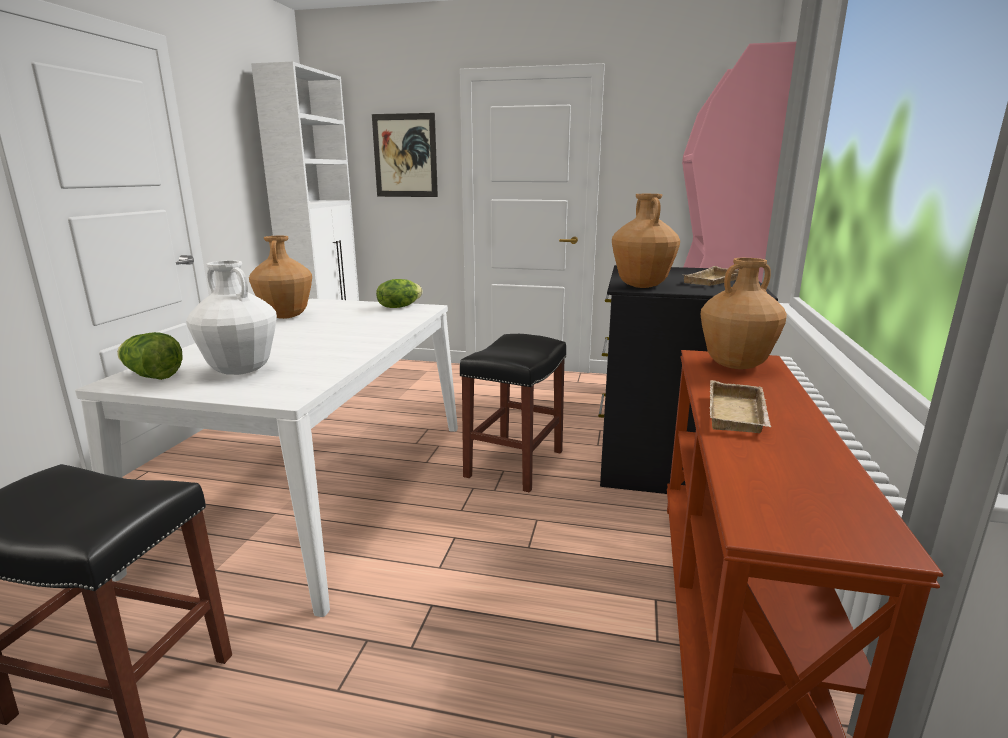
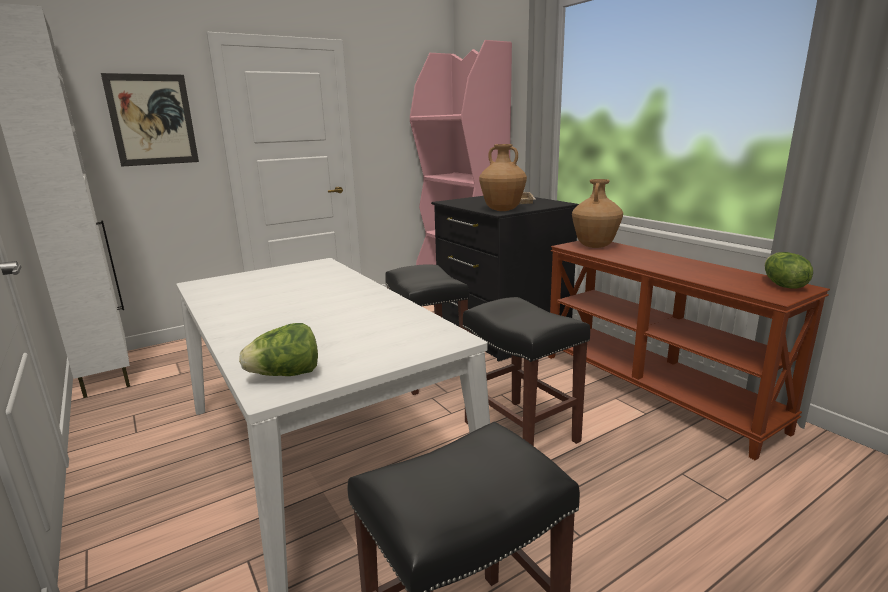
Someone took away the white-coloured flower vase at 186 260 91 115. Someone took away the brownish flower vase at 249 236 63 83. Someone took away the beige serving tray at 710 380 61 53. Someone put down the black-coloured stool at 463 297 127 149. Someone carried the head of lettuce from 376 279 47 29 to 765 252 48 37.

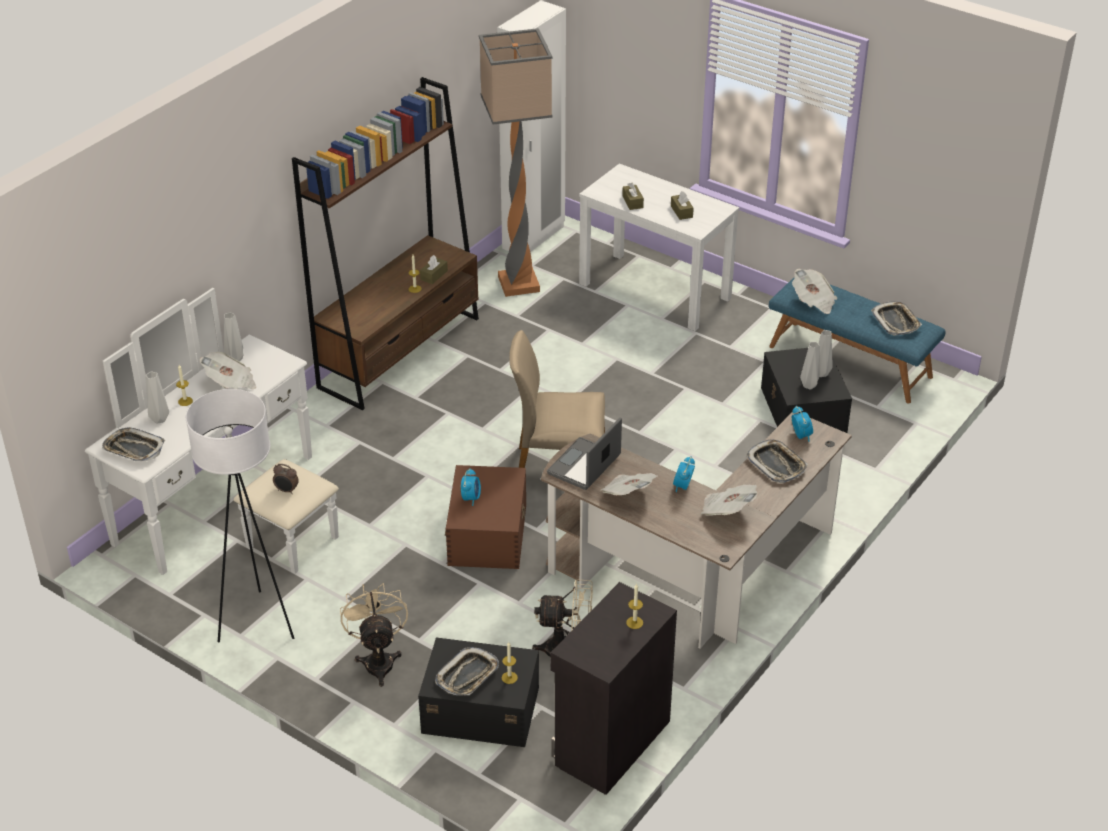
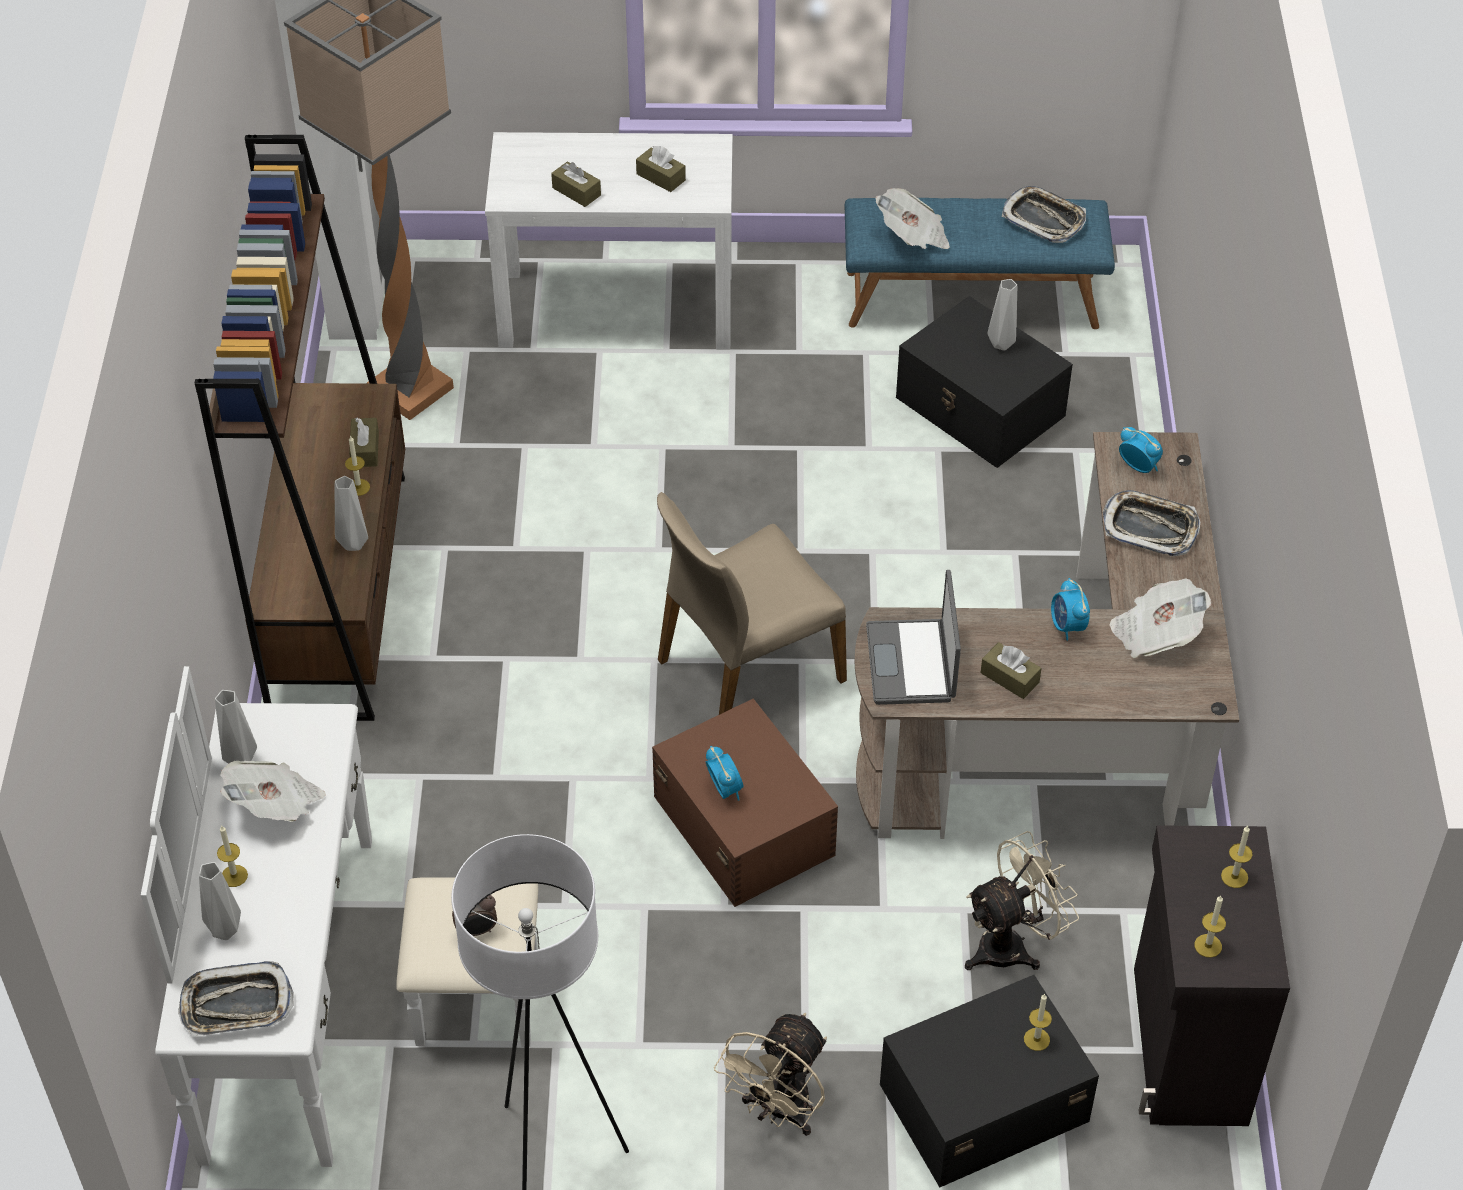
Someone took away the serving tray at 435 647 64 48. Someone put down the wax candle at 1194 896 32 62. Someone carried the greyish flower vase from 800 342 20 47 to 335 476 33 75. Someone swapped the printed paper at 600 473 57 22 for the brownish box of tissues at 981 642 60 57. Someone rotated the beige electric fan at 340 583 68 104 by 105 degrees counterclockwise.

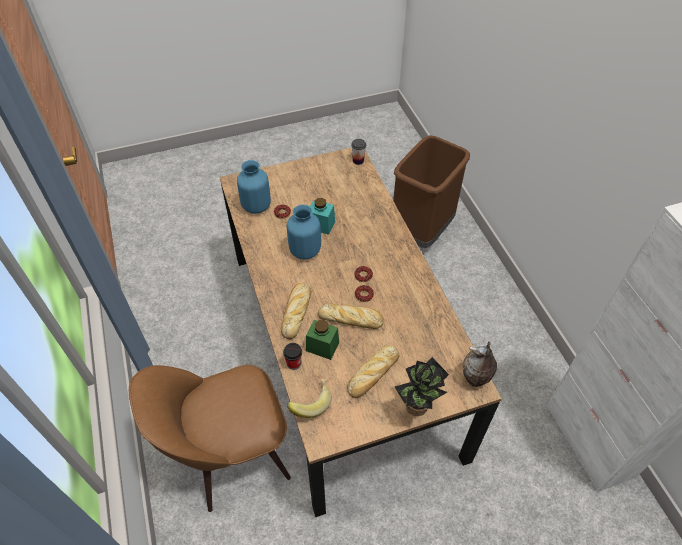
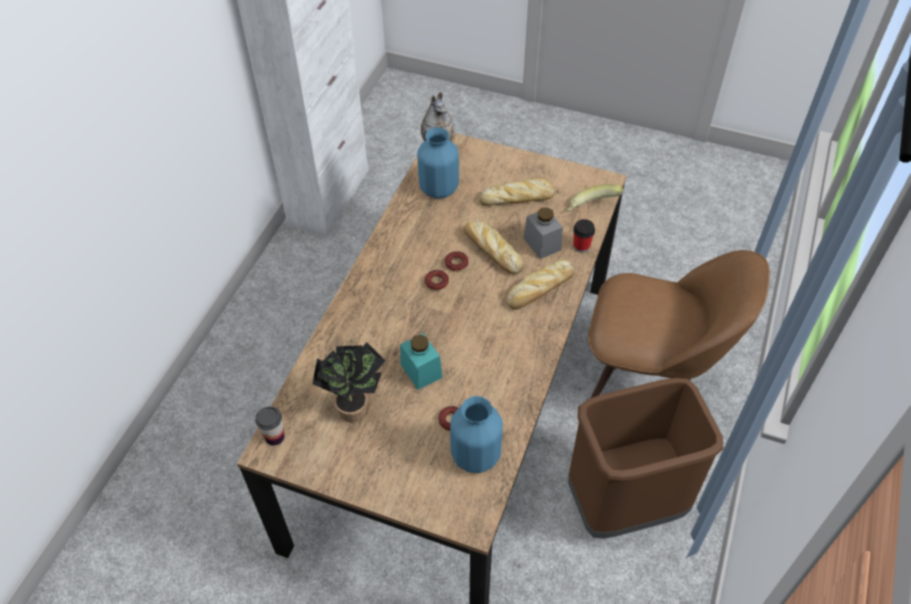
Someone carried the blue flower vase from 287 204 34 56 to 417 127 42 71. Someone carried the brownish trash can from 393 135 77 113 to 568 378 155 161. Someone carried the potted plant from 395 357 54 59 to 312 342 73 81. Someone repainted the greenish preserve jar at 306 320 33 40, which became the greyish preserve jar at 523 207 40 52.

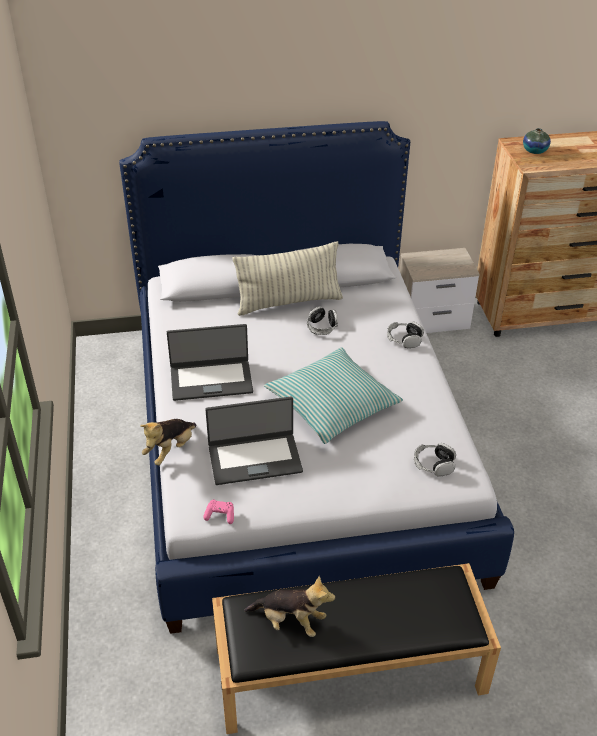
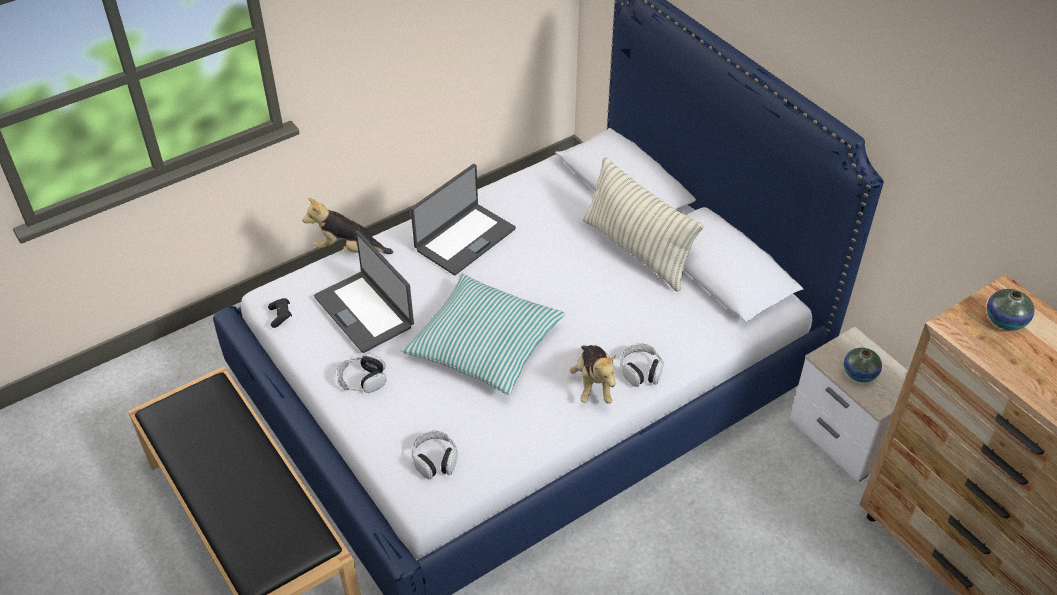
Someone put down the flower vase at 844 348 38 34. Someone carried the plush toy from 244 576 91 61 to 570 345 46 58. Someone carried the pair of headphones from 307 306 31 29 to 337 353 49 40. Someone repainted the pink game controller at 203 500 31 24, which became the black-coloured game controller at 268 298 24 30. Someone rotated the portable computer at 167 324 86 77 by 105 degrees counterclockwise.

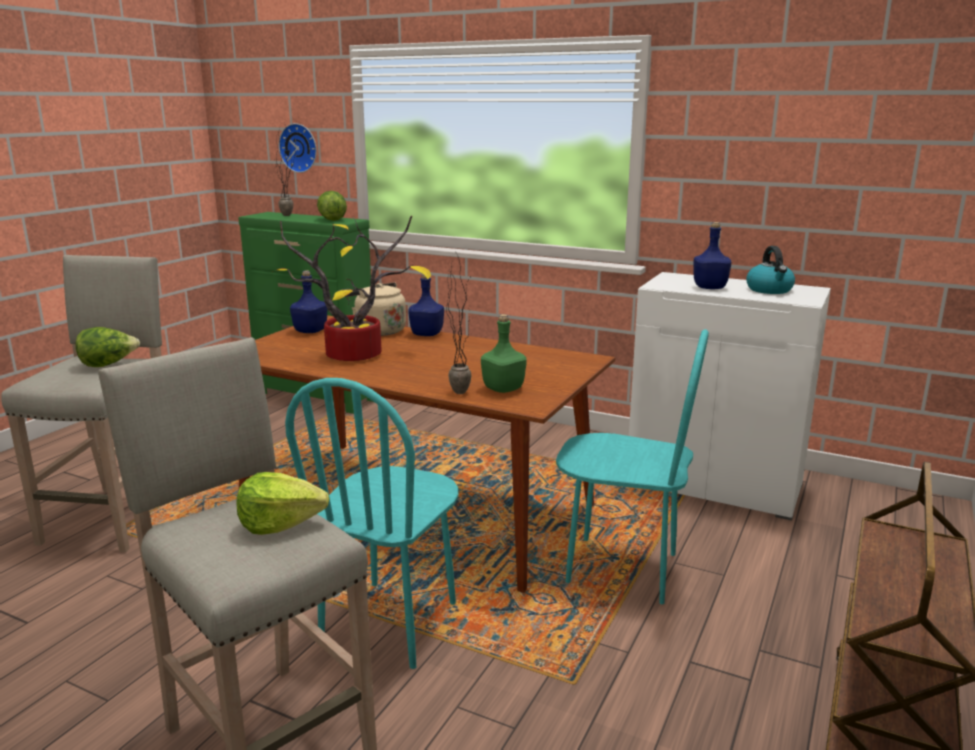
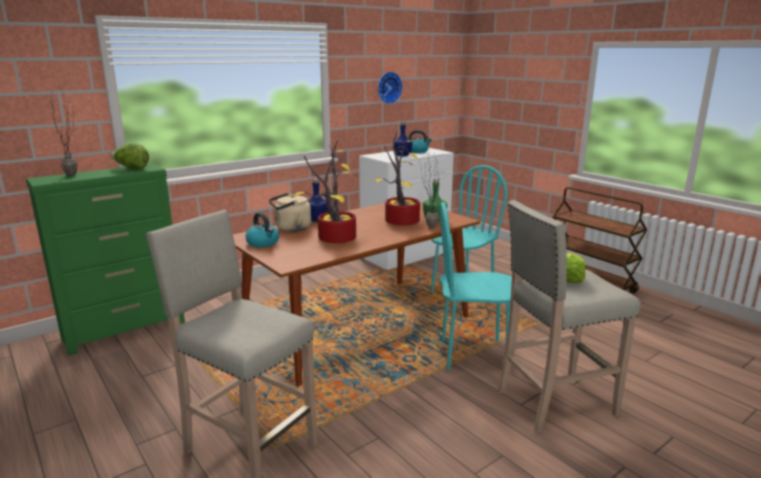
Someone took away the head of lettuce at 76 327 64 40. Someone put down the potted plant at 375 132 45 94. Someone carried the wall clock from 279 123 38 50 to 378 72 25 32. Someone swapped the blue drink bottle at 290 270 38 63 for the water kettle at 245 212 34 35. Someone rotated the blue-green chair at 285 378 173 291 by 135 degrees clockwise.

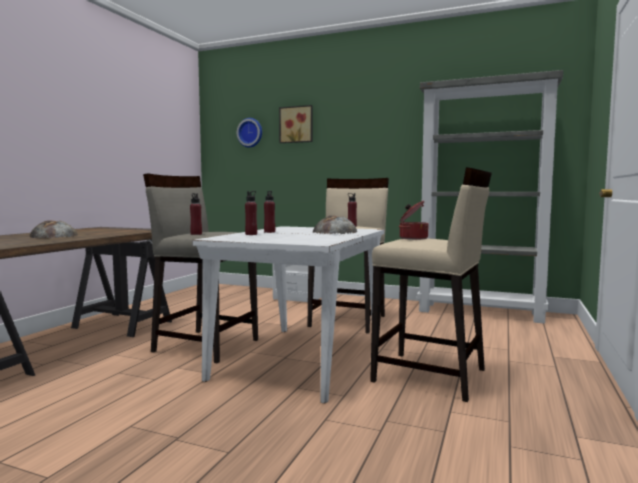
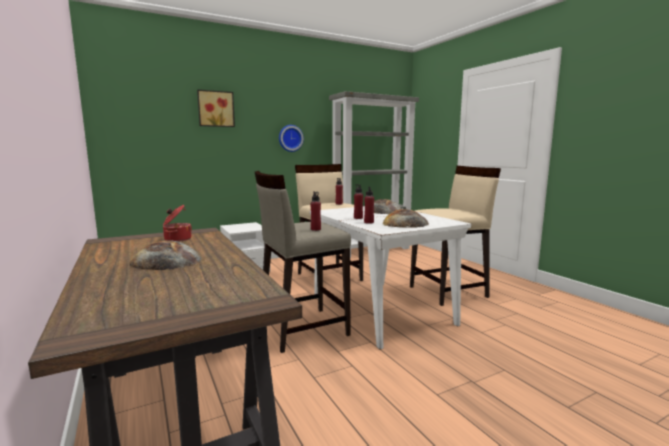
Someone put down the baked bread at 382 209 47 19. Someone carried the wall clock from 237 118 25 30 to 279 125 25 27. Someone carried the saucepot from 398 201 31 39 to 163 205 29 37.

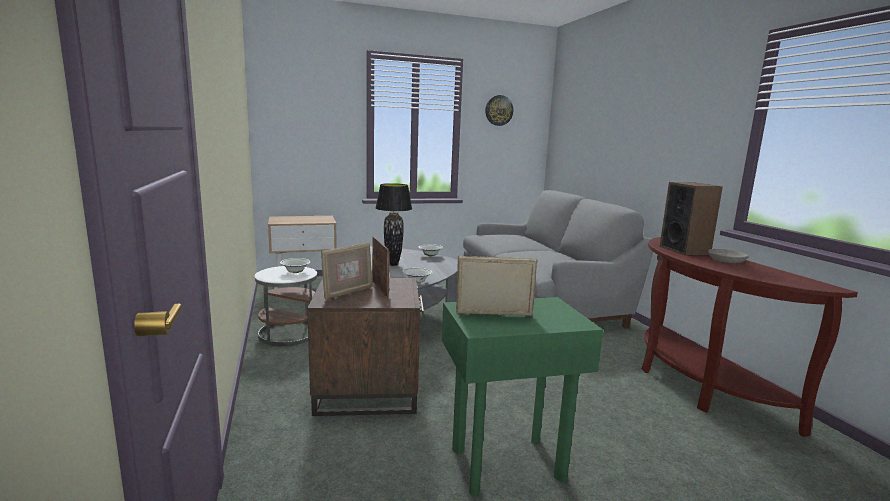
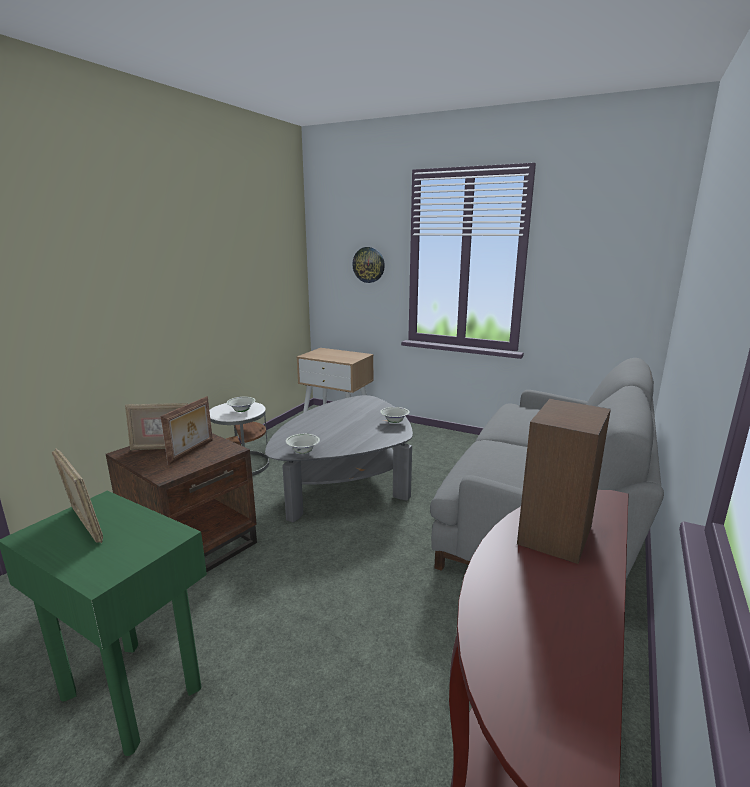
Someone took away the black-coloured table lamp at 375 183 37 83. Someone took away the greyish bowl at 708 249 41 14. Someone carried the wall clock from 485 95 28 31 to 352 247 33 36.

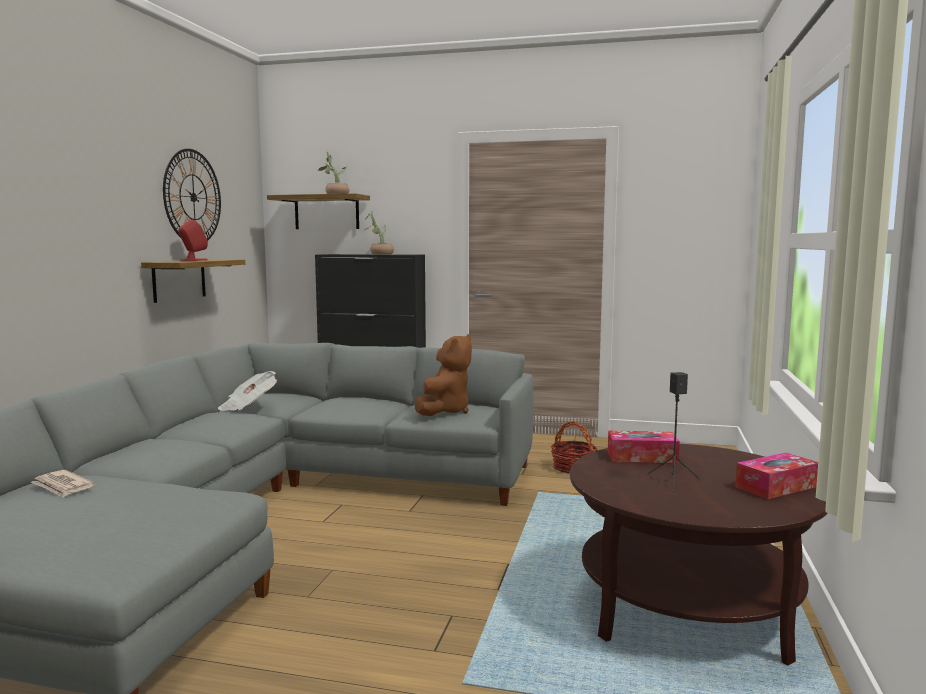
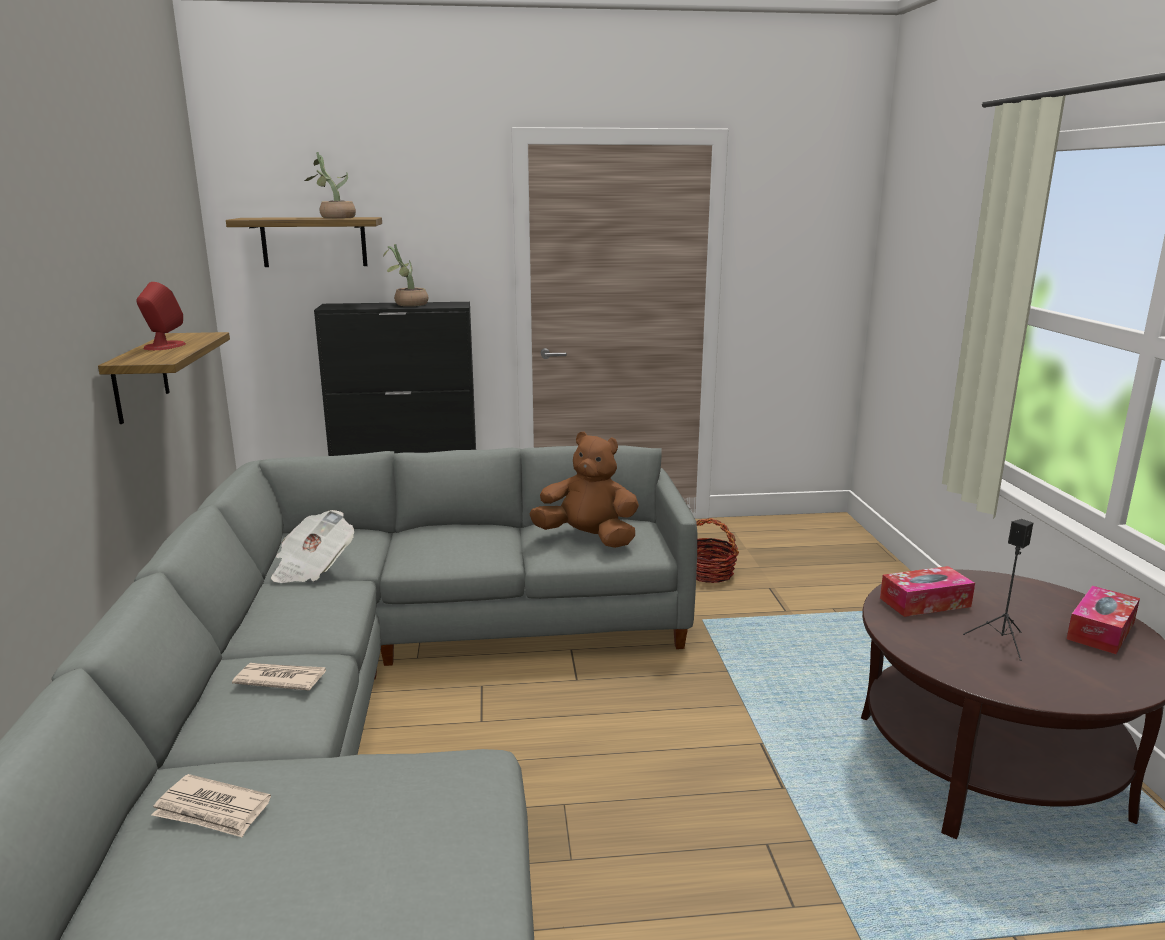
Someone took away the wall clock at 163 149 58 91. Someone put down the printed paper at 232 663 94 28. Someone rotated the brownish plush toy at 415 334 57 82 by 75 degrees counterclockwise.

